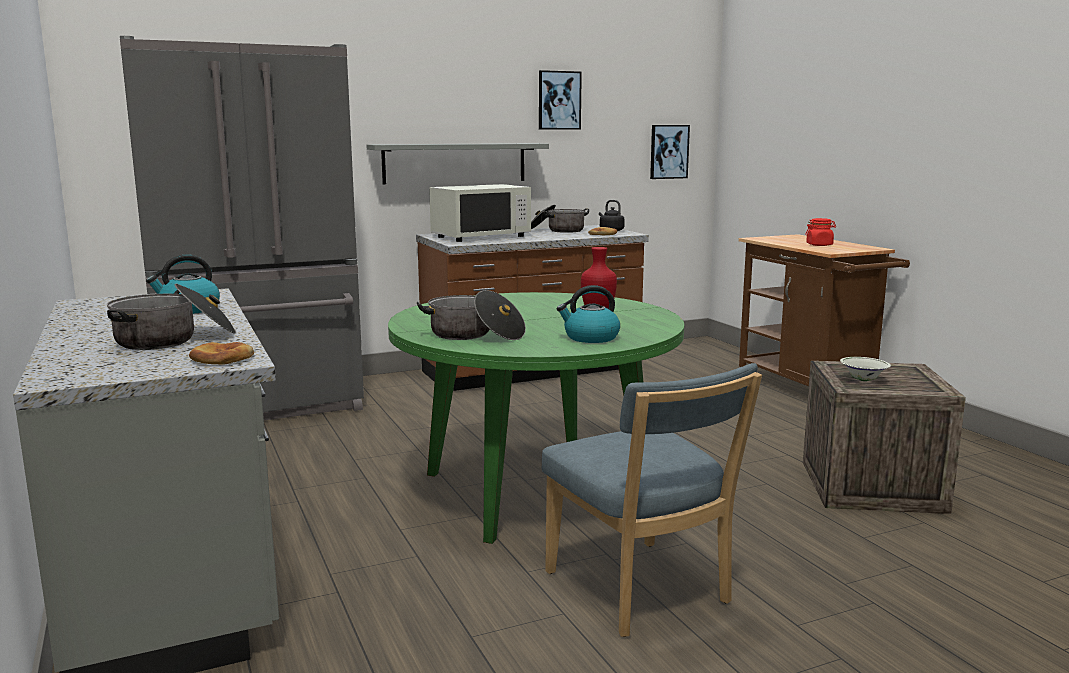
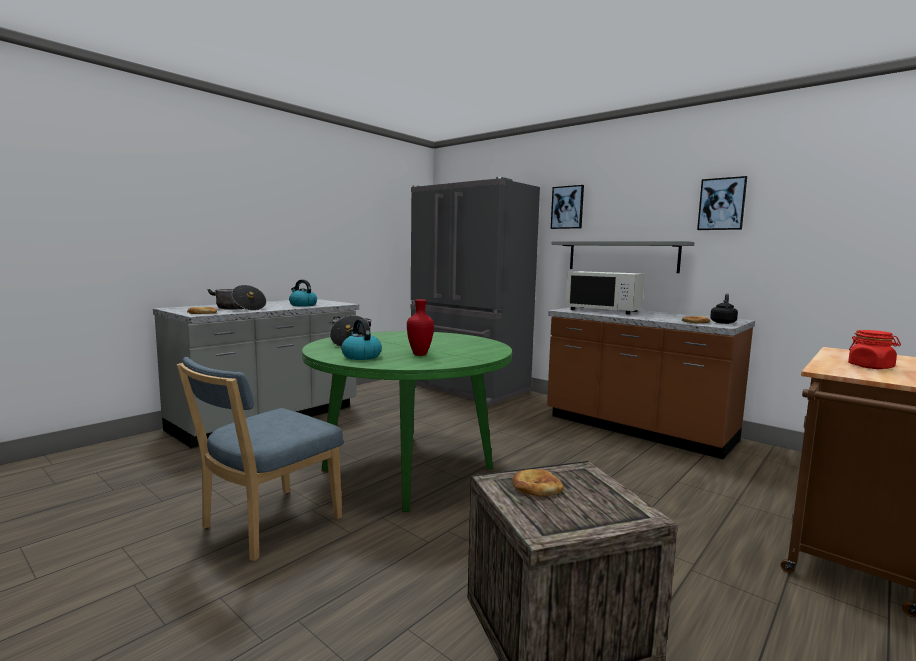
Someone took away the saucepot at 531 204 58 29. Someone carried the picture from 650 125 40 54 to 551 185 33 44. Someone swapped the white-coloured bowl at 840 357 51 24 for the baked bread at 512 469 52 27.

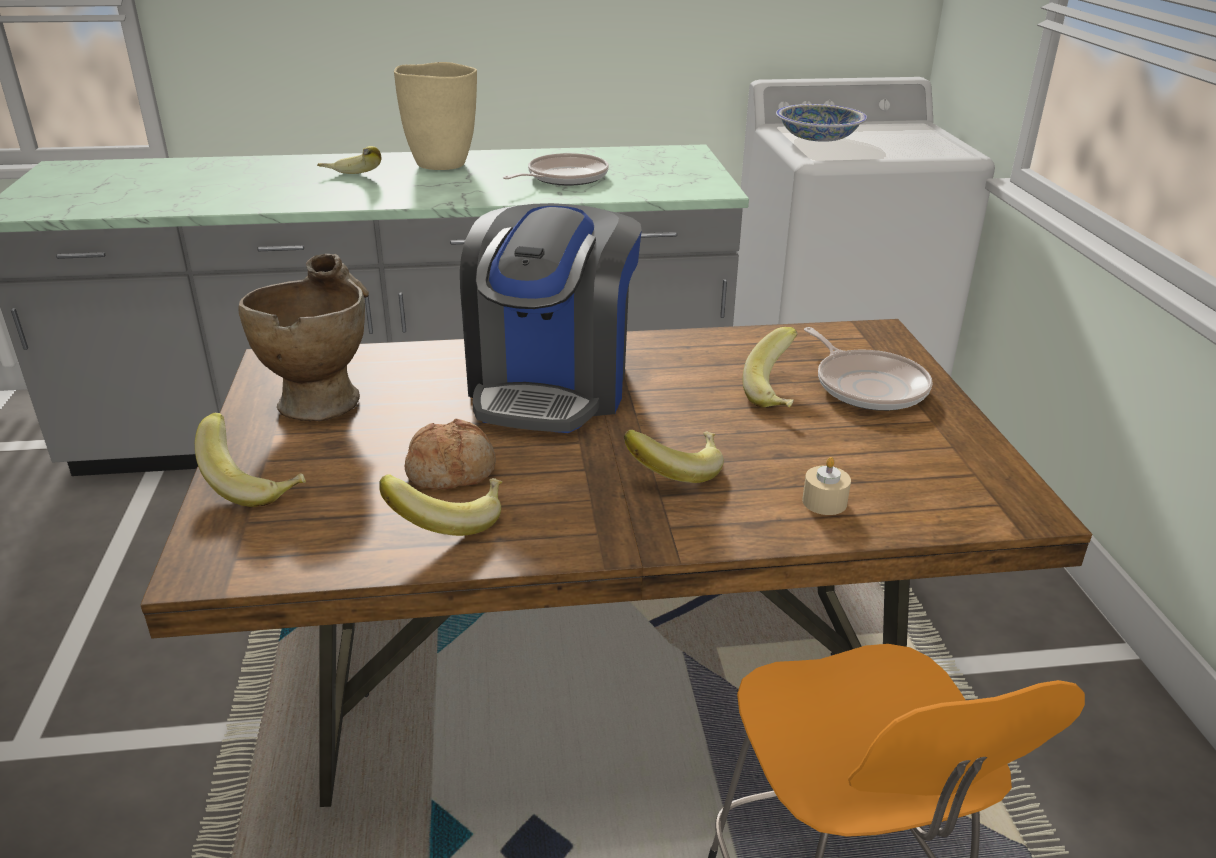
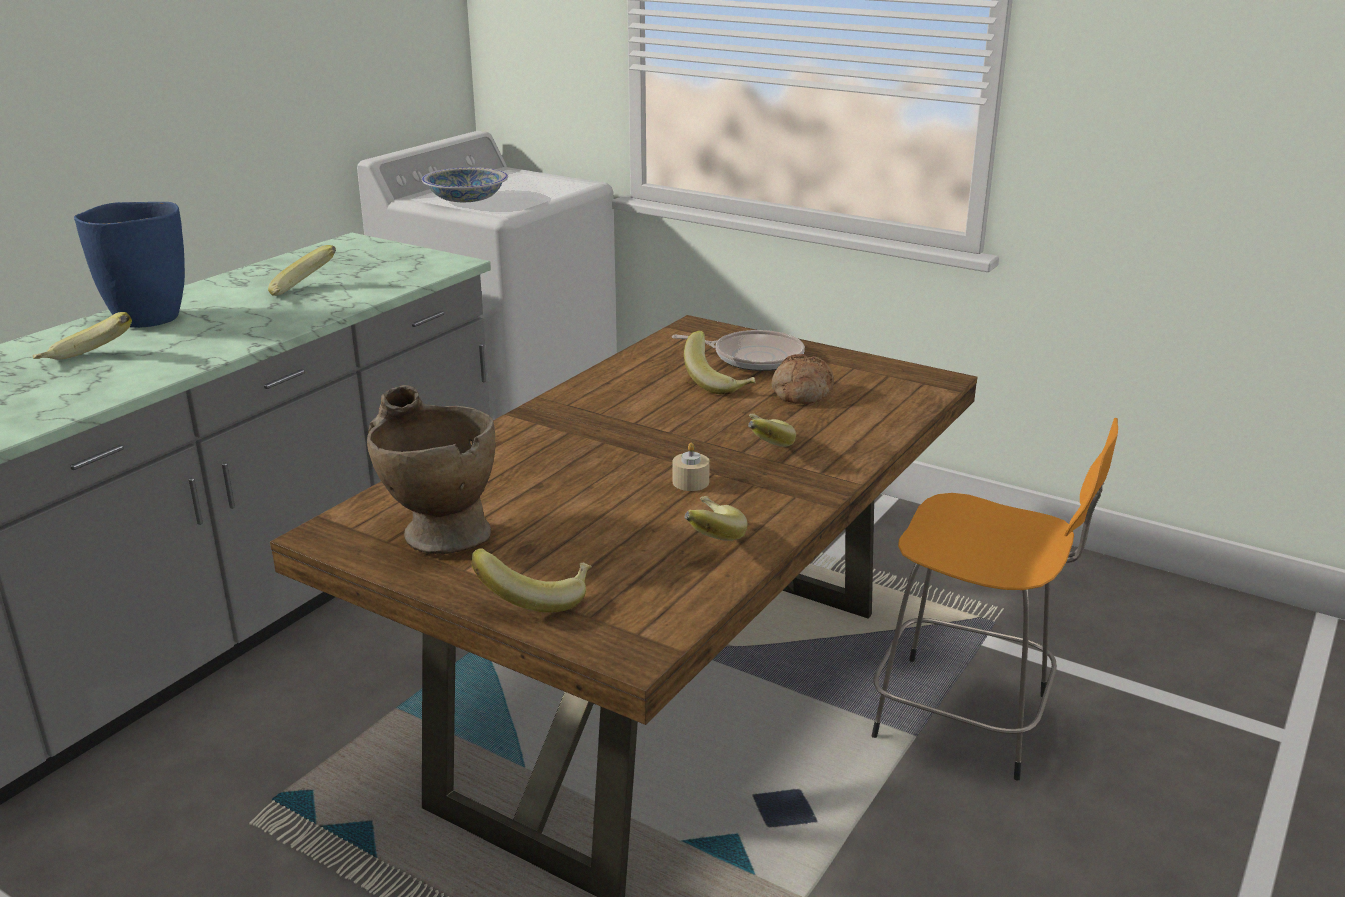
Someone took away the coffee maker at 460 203 182 230. Someone carried the baked bread from 405 419 91 70 to 772 354 62 50. Someone carried the beige wax candle from 802 457 49 58 to 673 442 37 49. Someone swapped the frying pan at 503 153 106 33 for the banana fruit at 268 245 68 51. Someone repainted the beige flower vase at 394 62 83 108, which became the blue flower vase at 74 202 111 126.

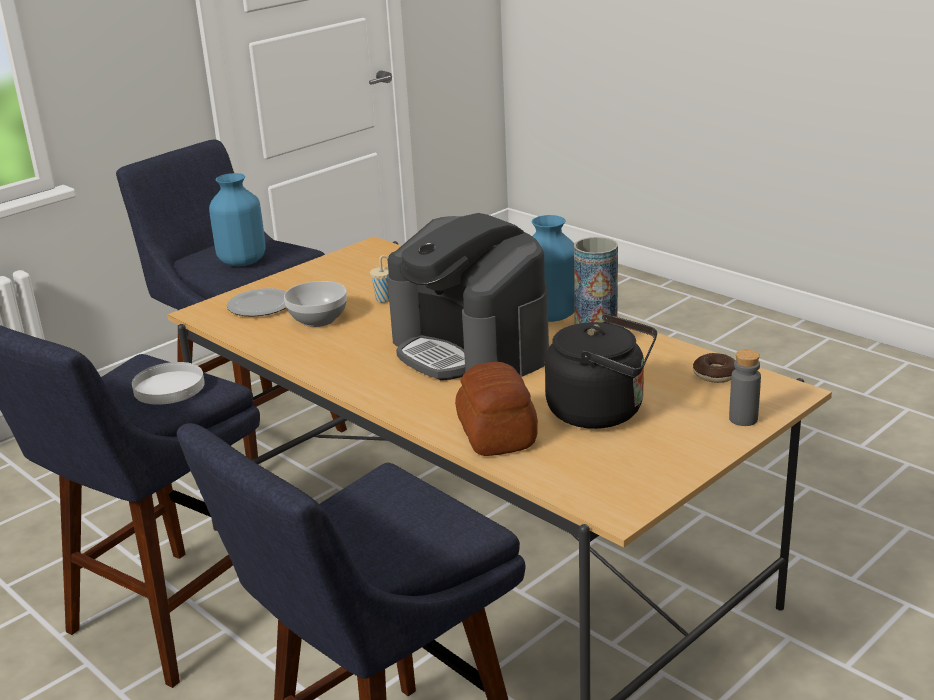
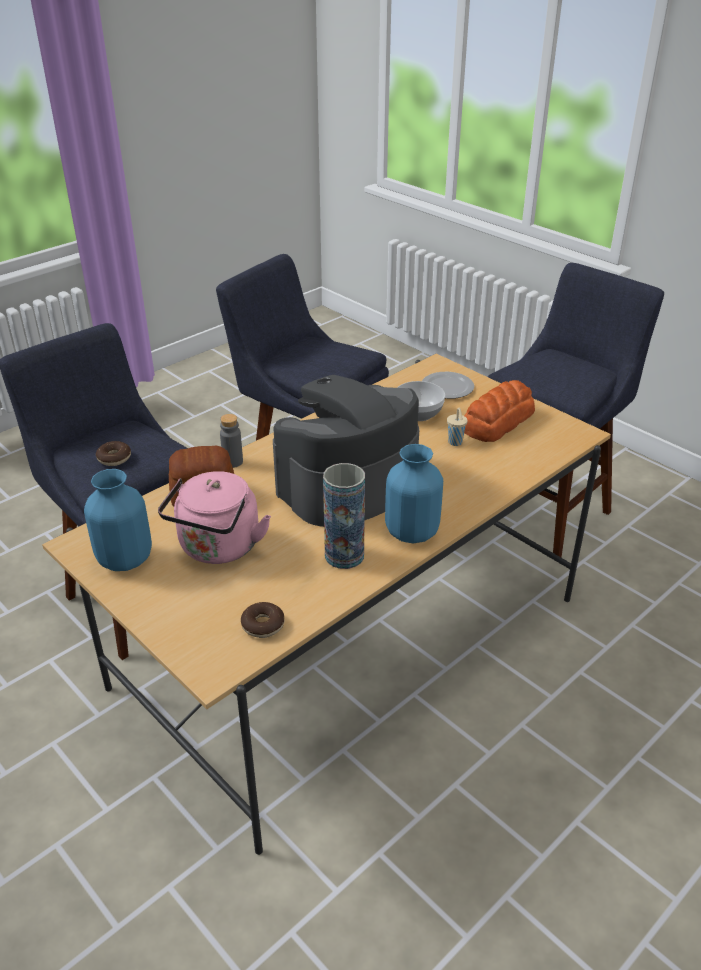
Someone took away the white-coloured plate at 132 362 73 43. Someone put down the doughnut at 96 441 35 25. Someone put down the baked bread at 464 380 71 62. Someone carried the blue flower vase from 209 173 57 93 to 84 469 68 102. Someone carried the greyish drink bottle from 729 350 32 76 to 220 414 23 54. Someone repainted the black-coloured water kettle at 545 314 112 115, which became the pink water kettle at 158 471 113 93.

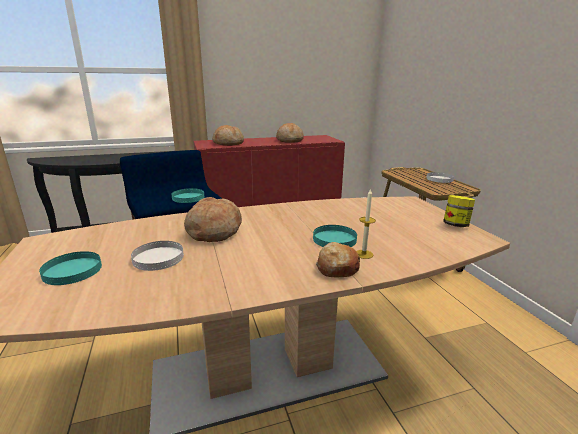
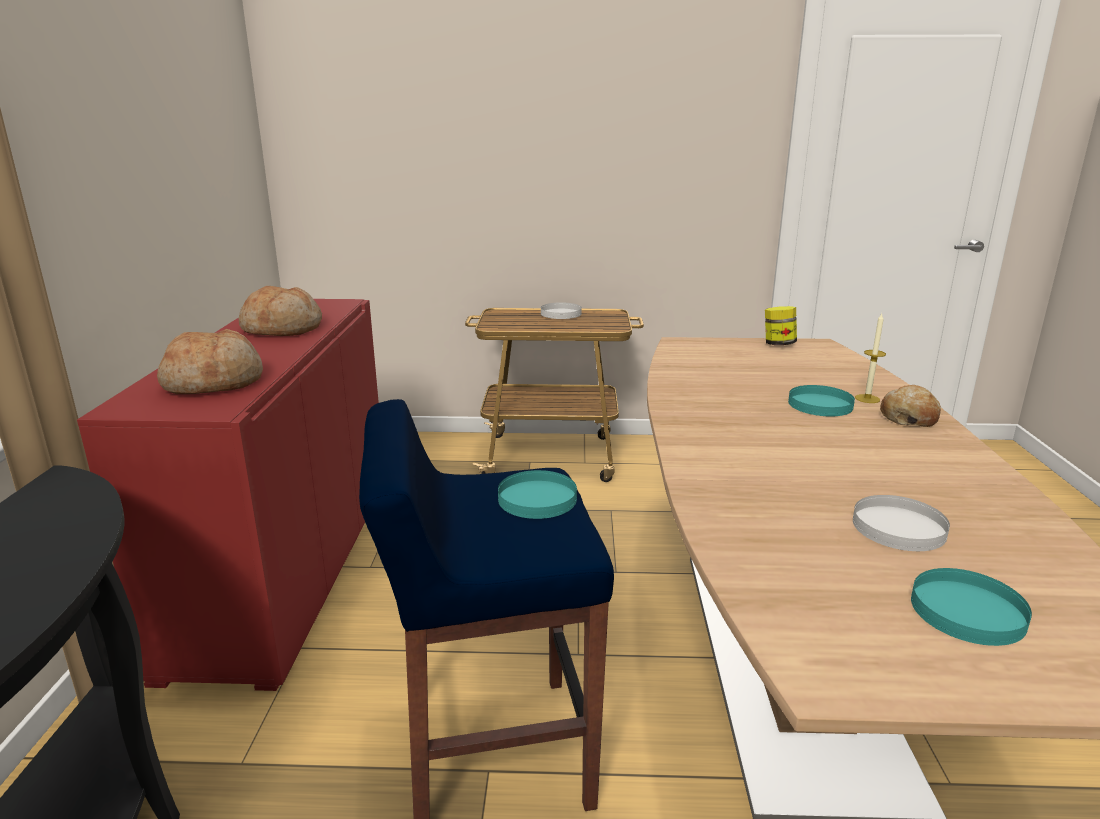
Someone took away the baked bread at 184 197 58 45.

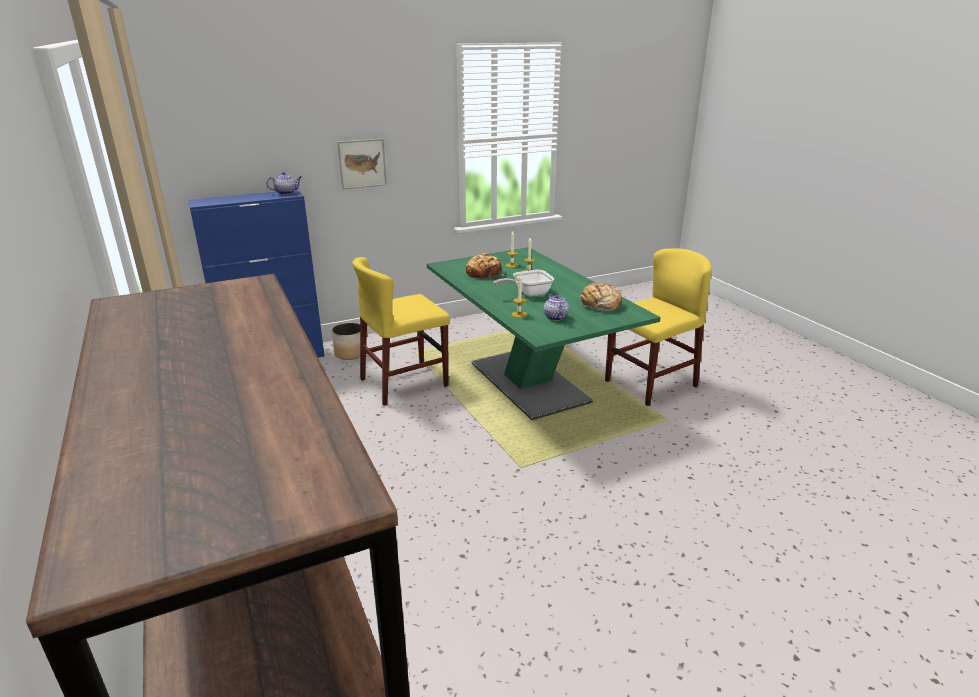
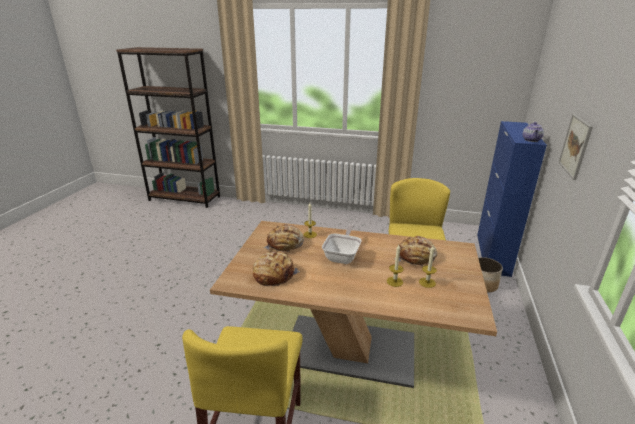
Someone swapped the tea pot at 544 294 25 27 for the baked bread at 263 224 41 29. Someone repainted the greenish dining table at 427 247 234 173, which became the brownish dining table at 210 221 287 167.

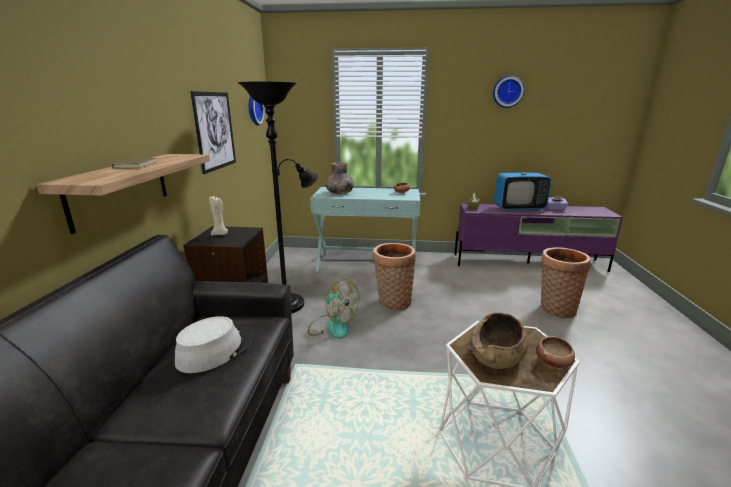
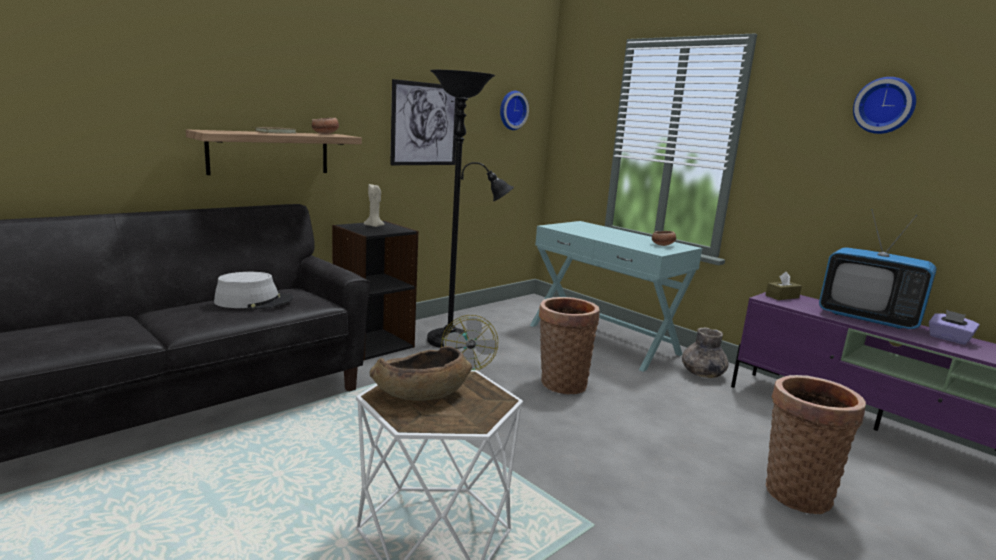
Someone carried the greyish flower vase from 325 162 29 32 to 682 327 47 51. Someone carried the bowl from 536 336 39 32 to 312 118 27 16.

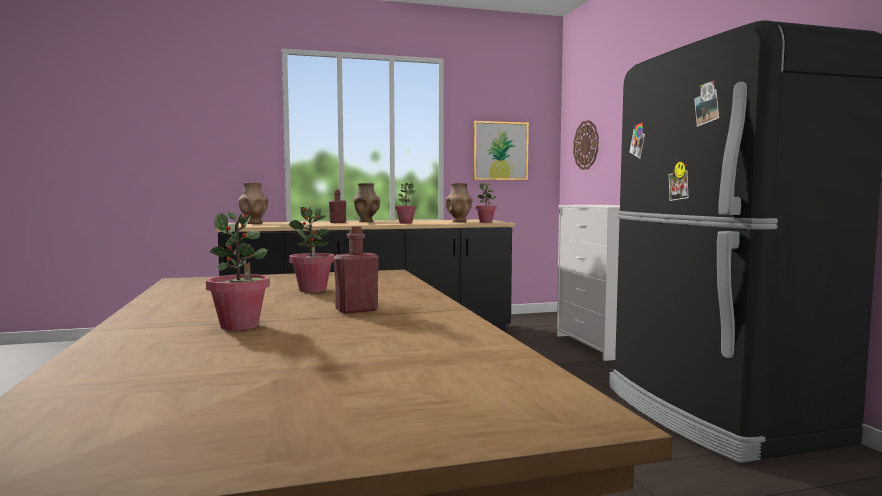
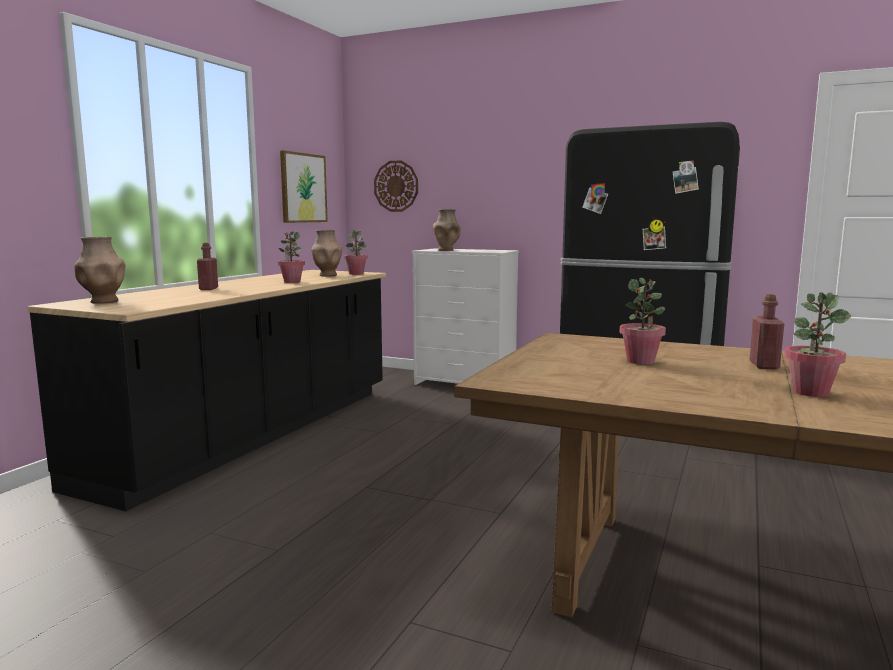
Someone carried the brownish flower vase from 353 183 27 39 to 433 209 27 42.

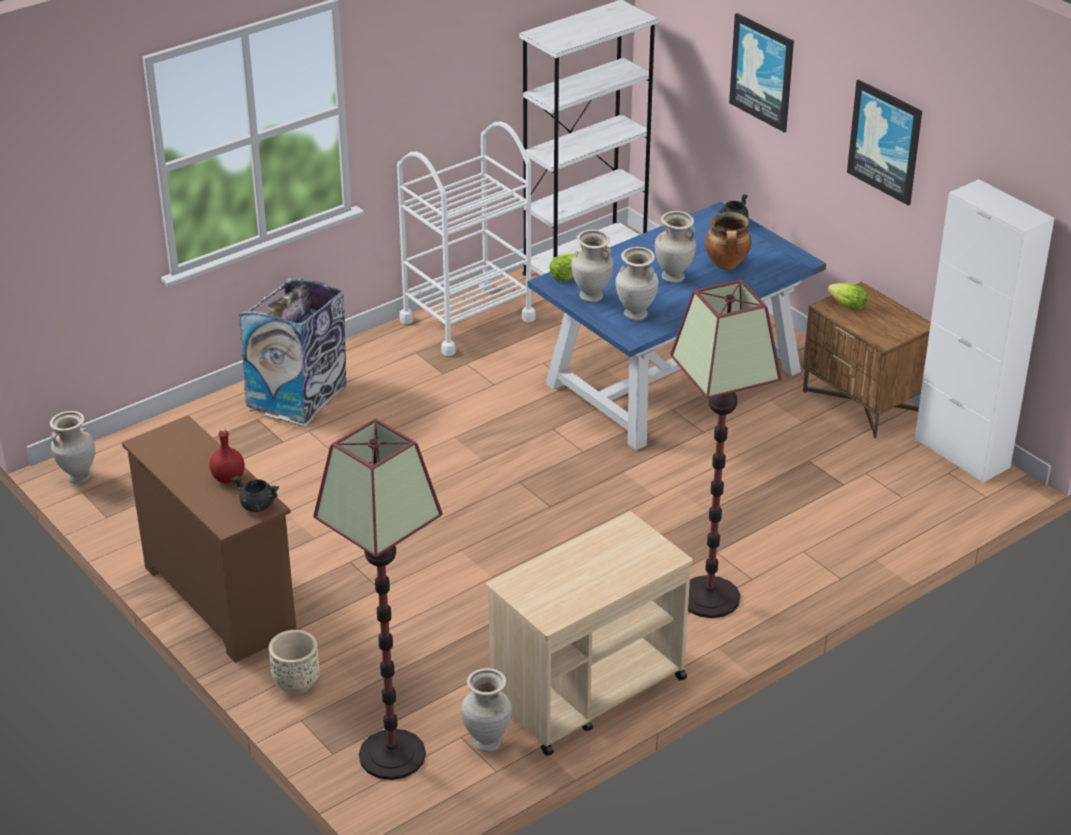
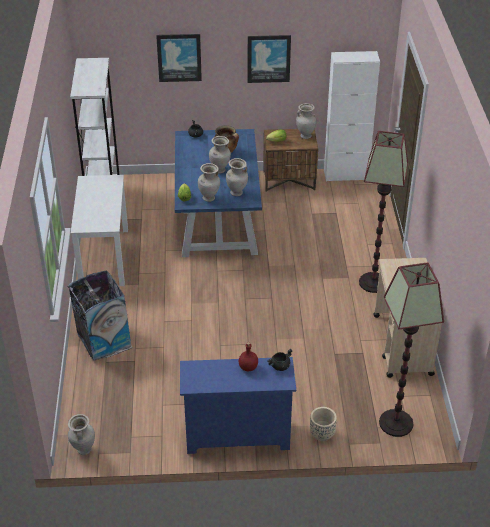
Someone carried the beige flower vase from 461 668 51 84 to 296 103 21 36. Someone swapped the white-coloured wheeled cart at 397 121 139 235 for the white-coloured desk unit at 71 175 57 111. Someone repainted the brownish drawer chest at 122 415 175 248, which became the blue drawer chest at 180 357 116 97.

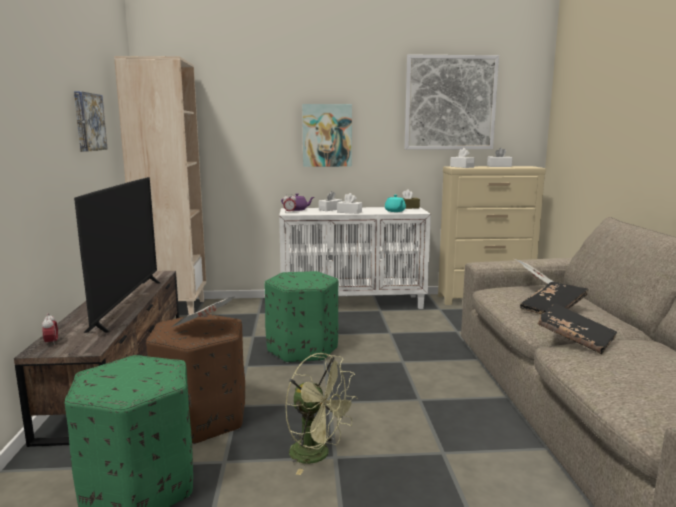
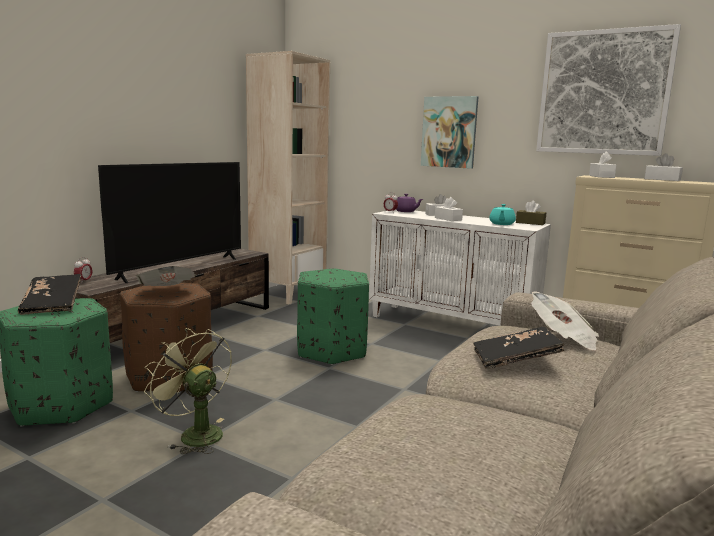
Someone took away the picture at 74 91 34 61. Someone carried the black-coloured book from 538 303 79 51 to 18 274 63 41. Someone rotated the greenish electric fan at 285 353 73 122 by 150 degrees clockwise.

